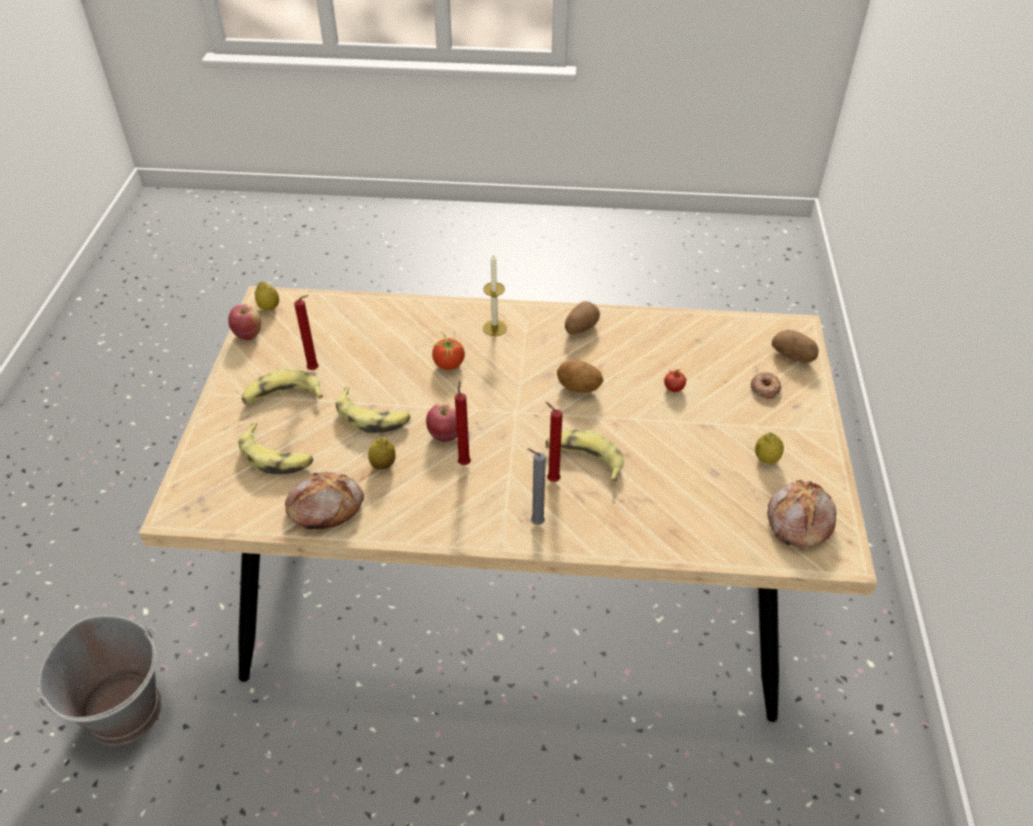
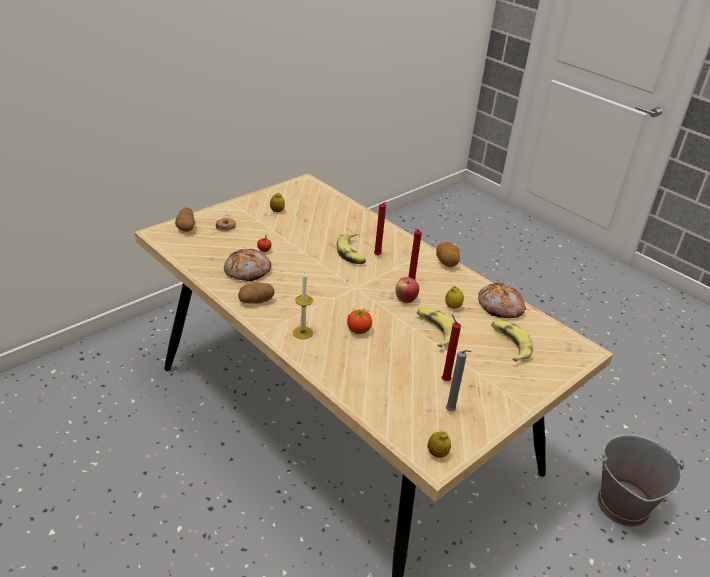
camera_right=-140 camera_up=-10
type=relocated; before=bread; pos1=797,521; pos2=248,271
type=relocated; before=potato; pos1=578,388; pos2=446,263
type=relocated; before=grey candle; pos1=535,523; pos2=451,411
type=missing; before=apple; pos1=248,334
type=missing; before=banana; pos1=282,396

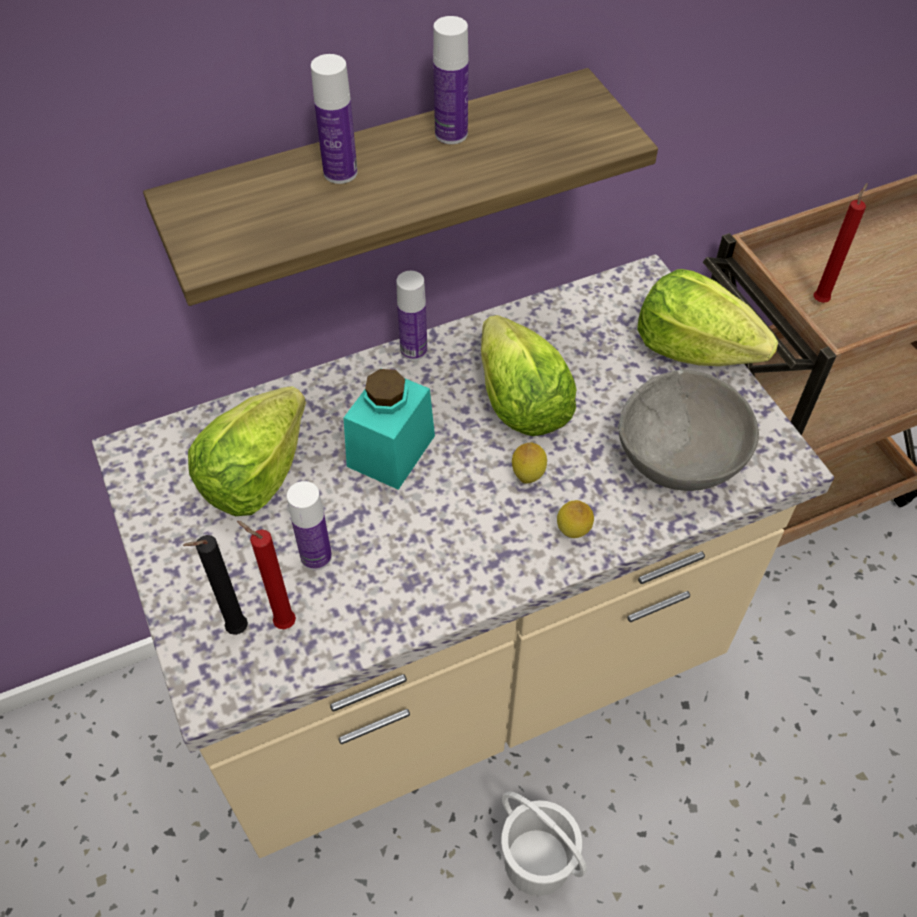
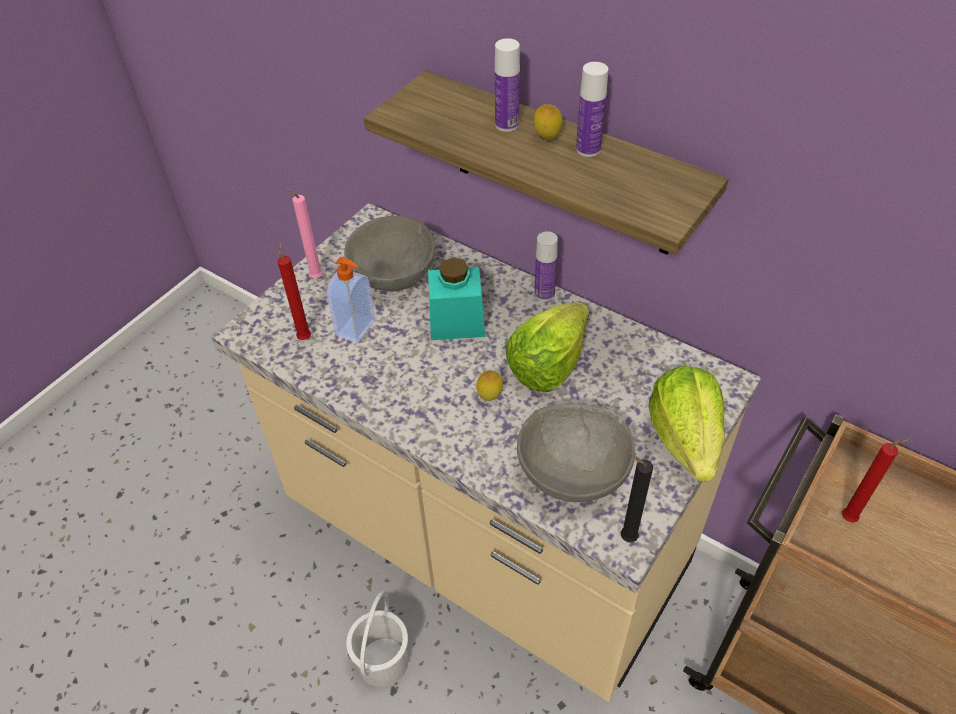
camera_right=60 camera_up=-5
type=appeared; after=pink candle; pos2=314,277
type=exchanged; before=bottle; after=soap dispenser; pos1=316,556; pos2=357,328
type=exchanged; before=lettuce; after=grey bowl; pos1=255,474; pos2=394,274
type=relocated; before=lemon; pos1=572,533; pos2=547,139
type=relocated; before=black candle; pos1=234,630; pos2=625,537

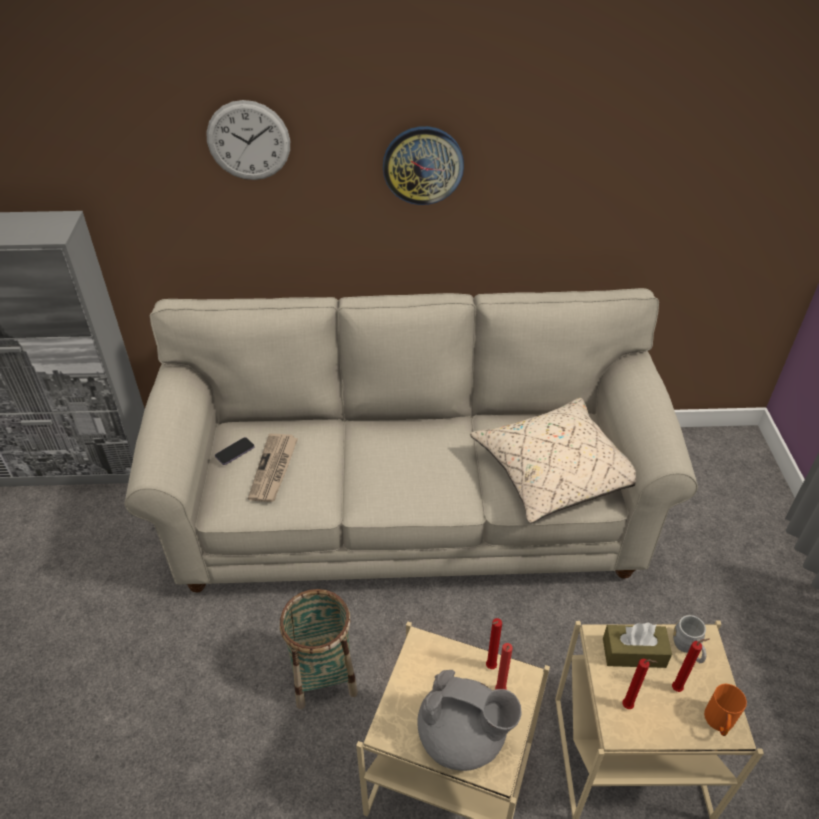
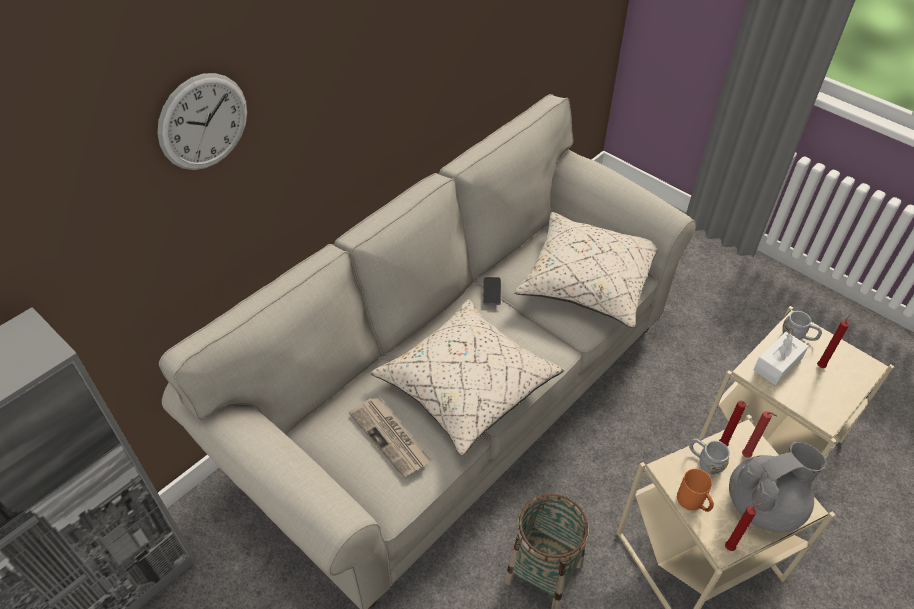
camera_right=-45 camera_up=5
type=appeared; after=beige pillow; pos2=466,385
type=relocated; before=phone; pos1=235,452; pos2=492,291
type=relocated; before=orange mug; pos1=719,723; pos2=693,503
type=appeared; after=grey mug; pos2=704,462
type=relocated; before=red candle; pos1=629,707; pos2=731,547
type=colour; before=brown tissue box; after=white tissue box; pos1=634,653; pos2=777,364
type=missing; before=wall clock; pos1=423,165

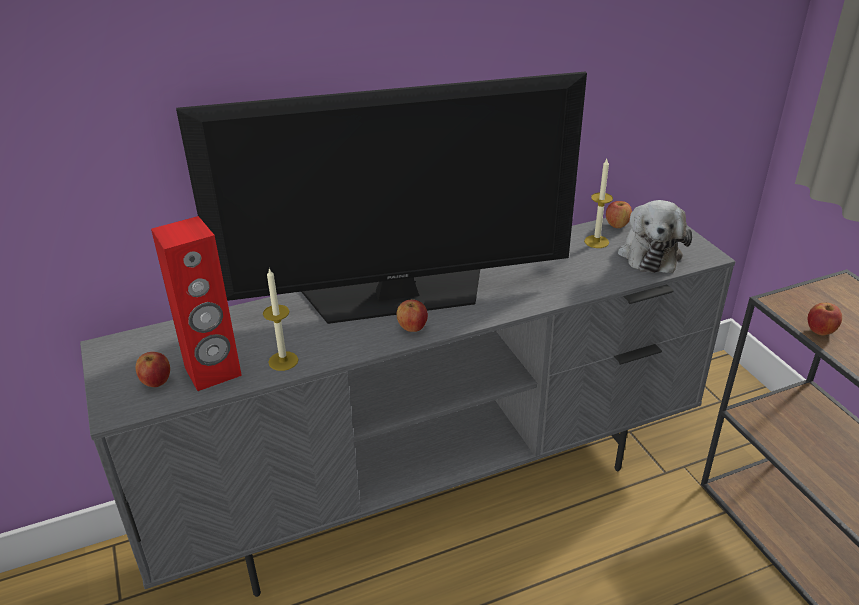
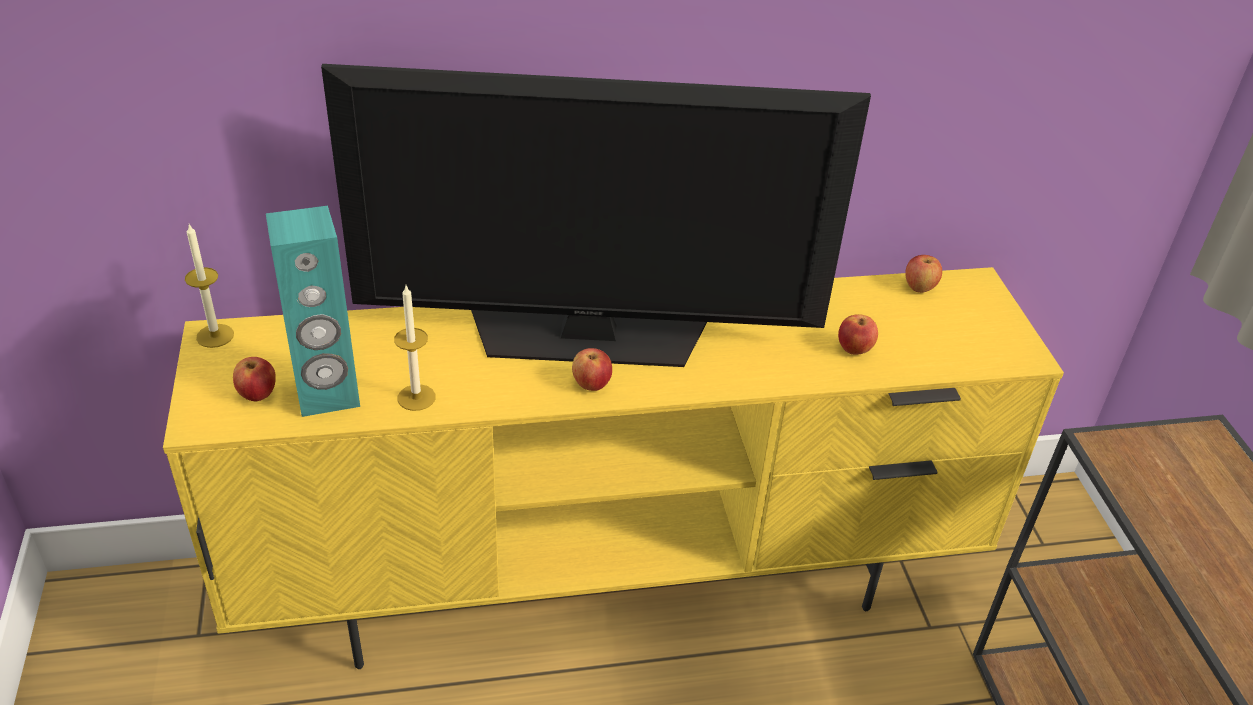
camera_right=10 camera_up=5
type=colour; before=grey tv stand; after=yellow tv stand; pos1=433,491; pos2=614,583
type=relocated; before=candle; pos1=596,241; pos2=215,336
type=colour; before=red speaker; after=turquoise speaker; pos1=213,372; pos2=328,395
type=relocated; before=apple; pos1=820,331; pos2=854,349
type=missing; before=plush toy; pos1=650,253

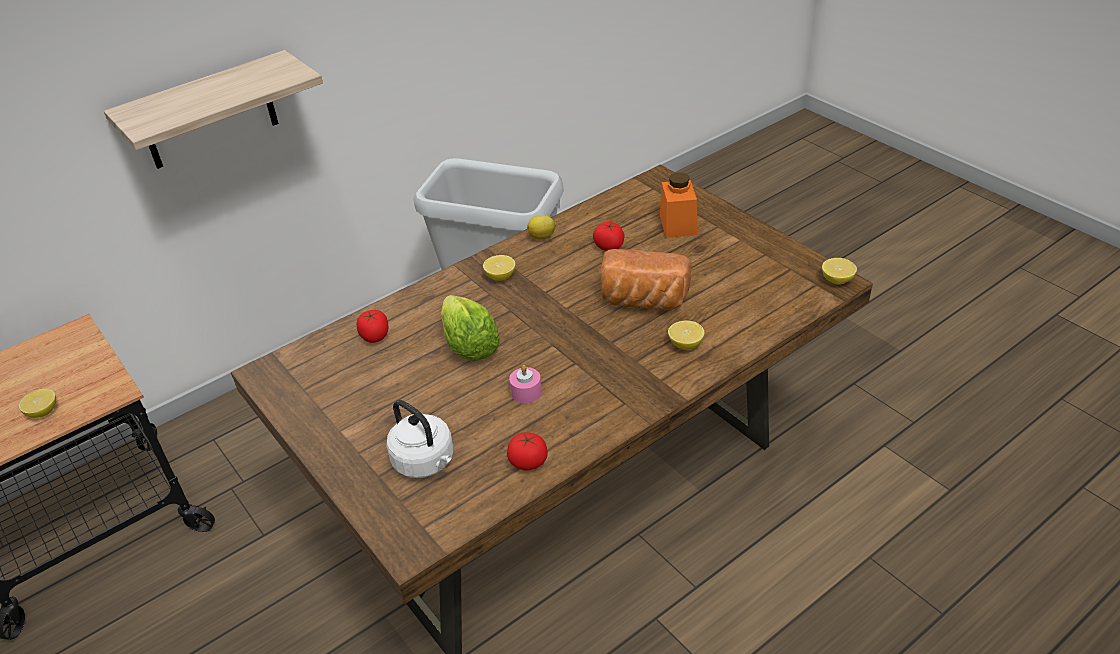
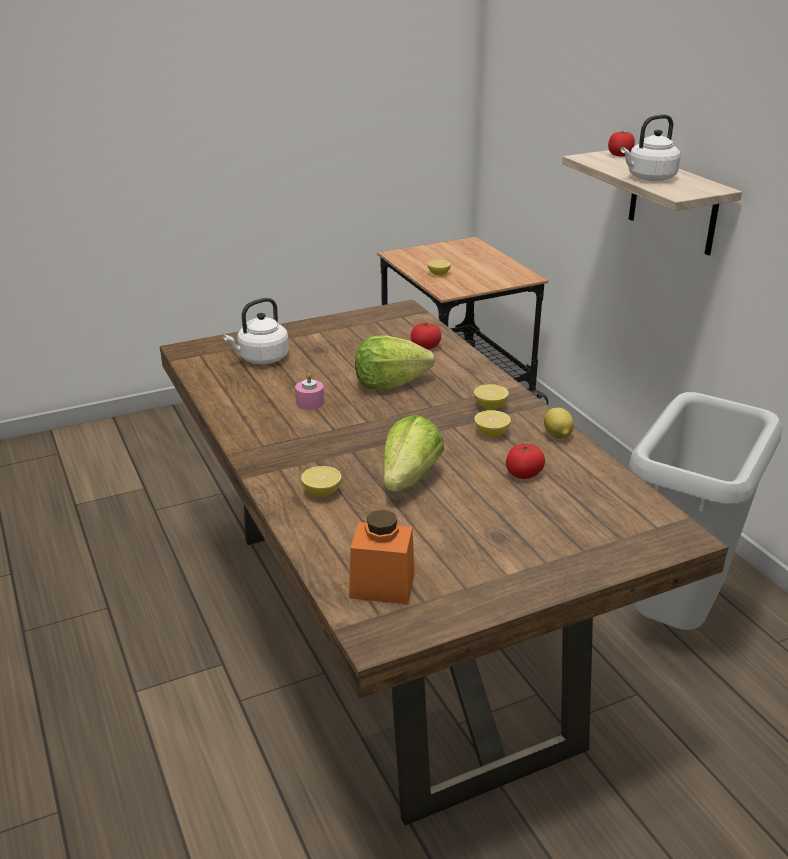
camera_right=100 camera_up=-10
type=relocated; before=orange jar; pos1=678,225; pos2=382,586
type=exchanged; before=bread; after=lettuce; pos1=643,301; pos2=409,479
type=relocated; before=lemon; pos1=837,280; pos2=491,434
type=relocated; before=tomato; pos1=528,462; pos2=620,155
type=appeared; after=white kettle; pos2=649,178

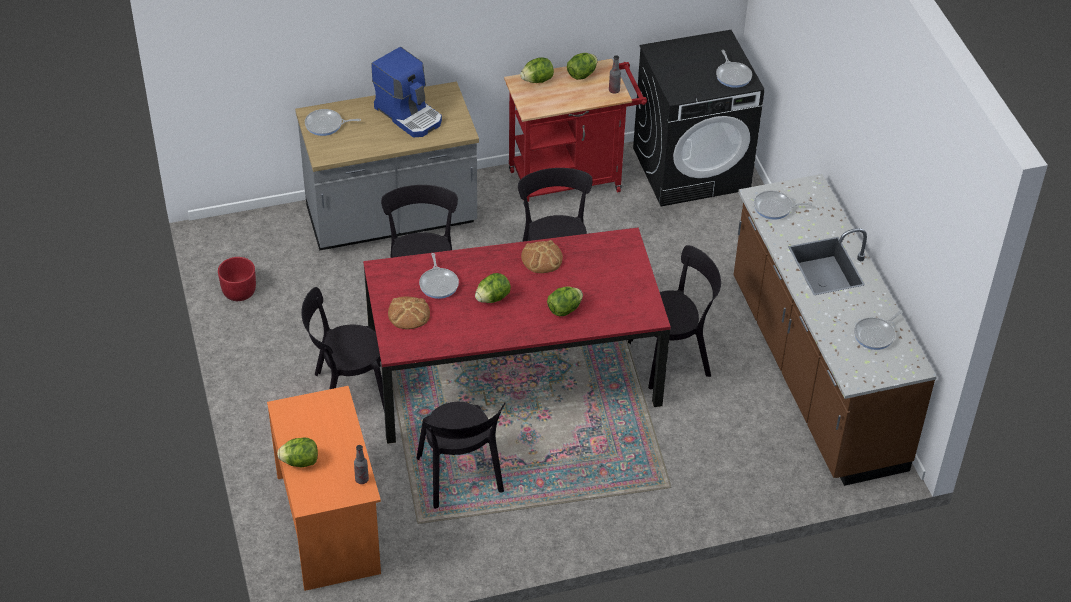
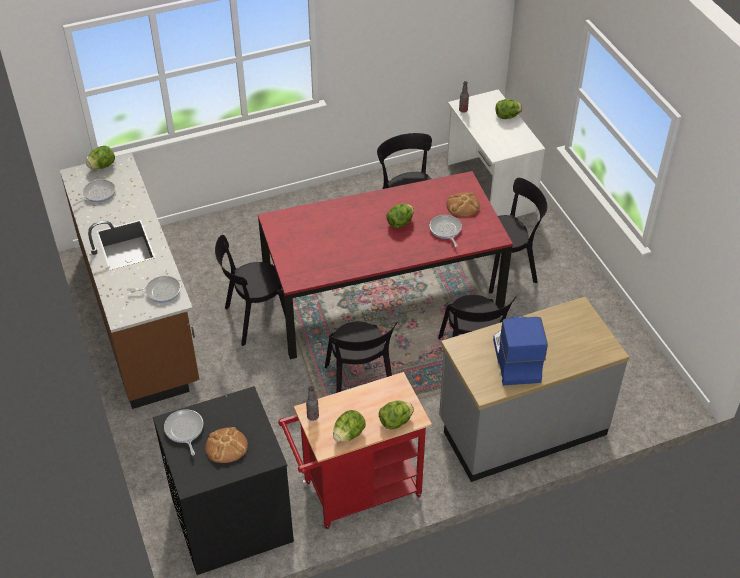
camera_right=175 camera_up=0
type=relocated; before=lettuce; pos1=564,309; pos2=102,166
type=relocated; before=bread; pos1=542,258; pos2=226,446
type=colour; before=orange desk; after=white desk; pos1=330,523; pos2=489,187
type=spun; before=coffee machine; pos1=409,114; pos2=515,360; turn=45
type=missing; before=red planter; pos1=239,291
type=missing; before=frying pan; pos1=326,125

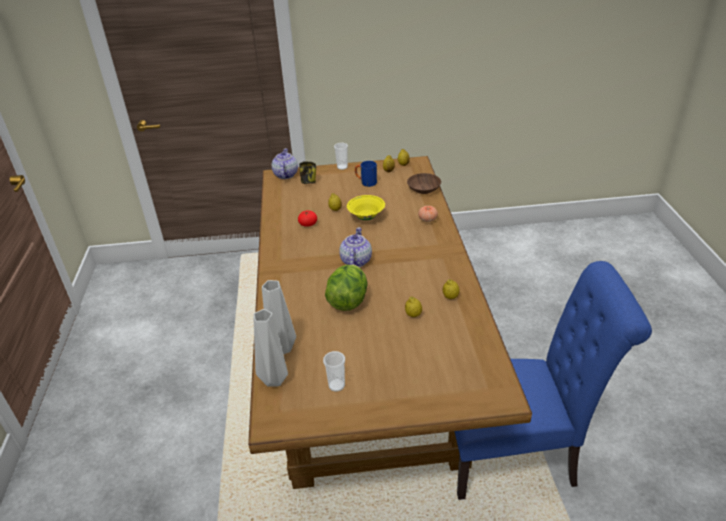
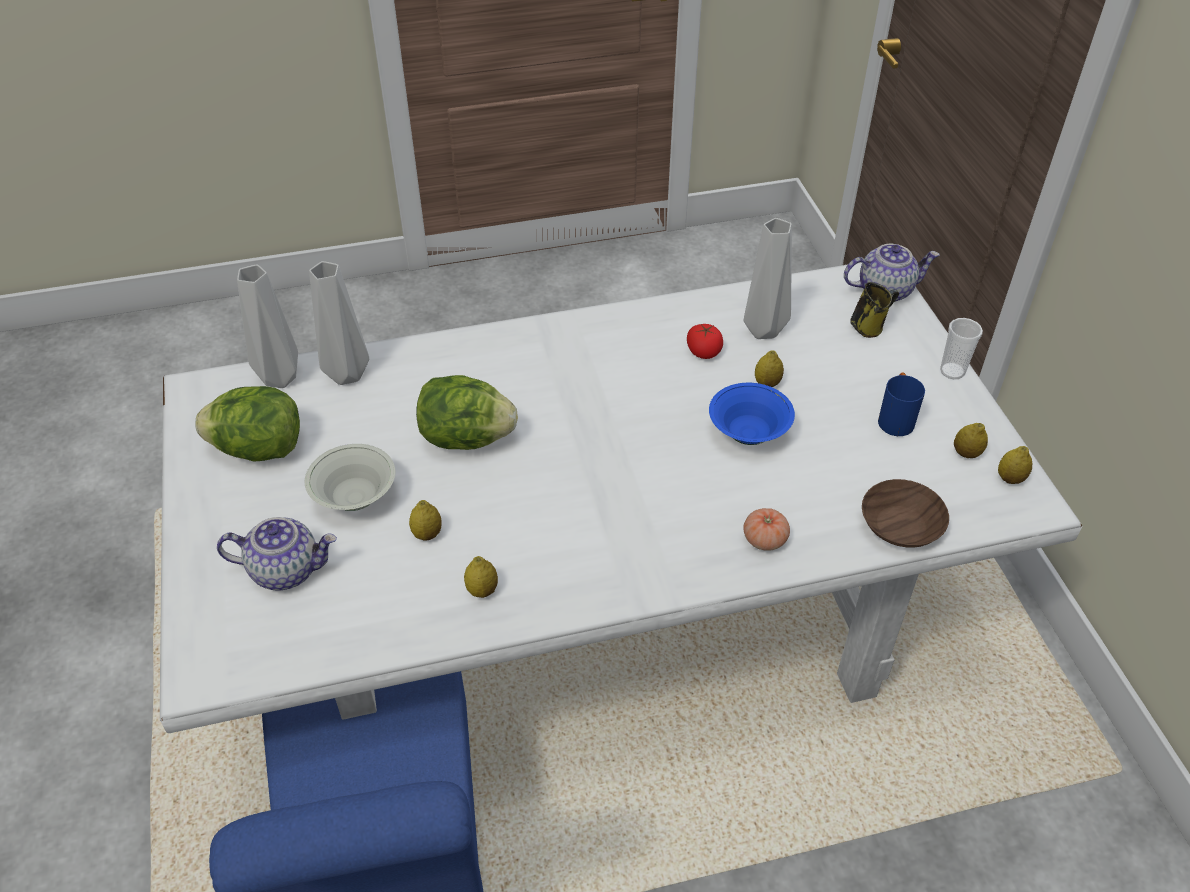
camera_right=80 camera_up=10
type=colour; before=brown dining table; after=white dining table; pos1=366,370; pos2=597,625
type=exchanged; before=cup; after=lettuce; pos1=336,385; pos2=259,449
type=relocated; before=teapot; pos1=355,261; pos2=286,569
type=appeared; after=white bowl; pos2=355,498
type=colour; before=yellow bowl; after=blue bowl; pos1=366,217; pos2=748,434
type=appeared; after=grey vase; pos2=761,331

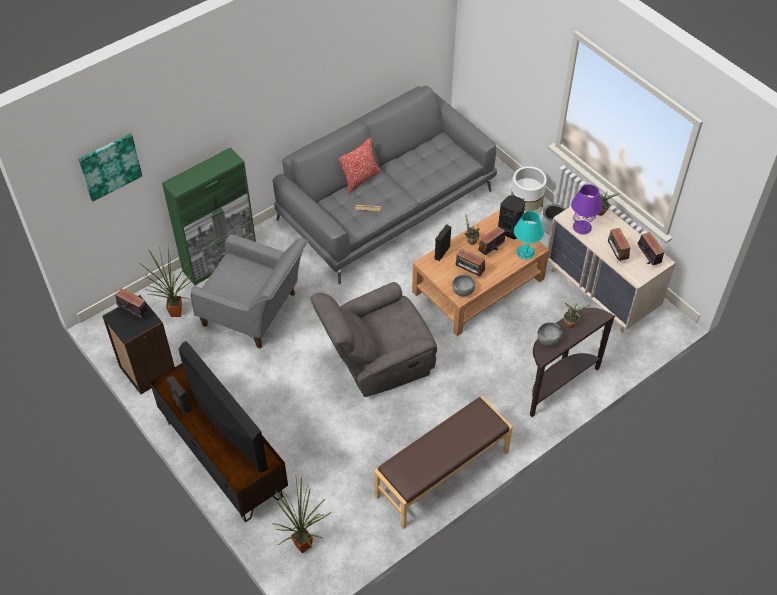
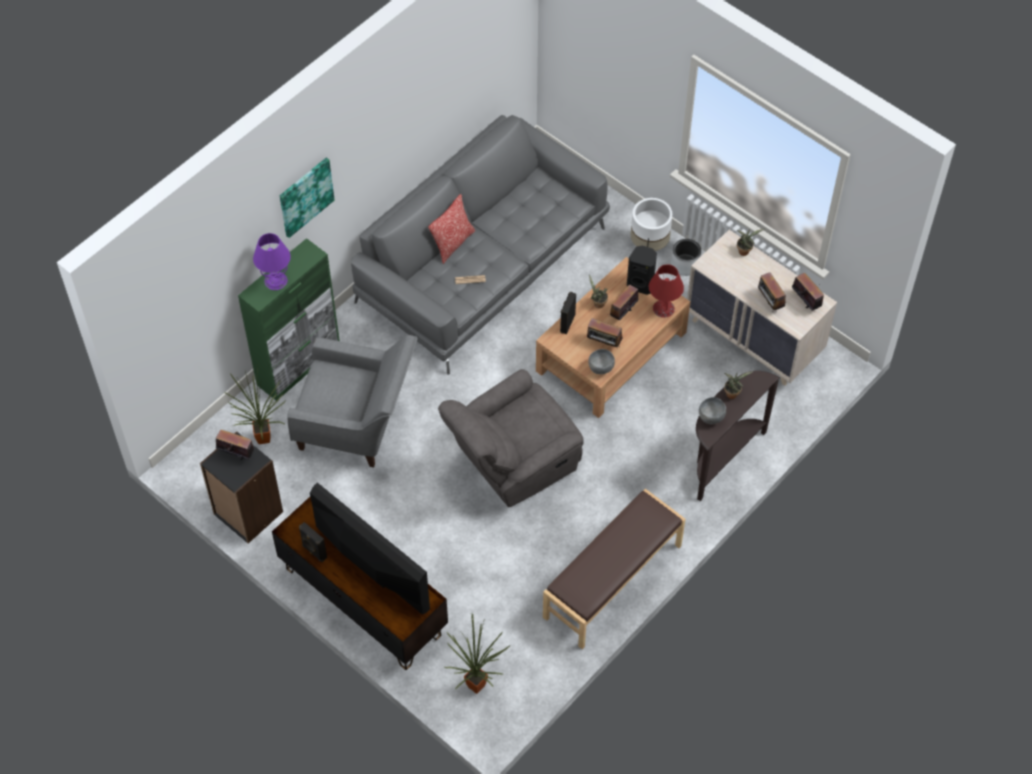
camera_right=-10 camera_up=5
type=relocated; before=purple table lamp; pos1=582,227; pos2=276,280
type=relocated; before=picture; pos1=110,166; pos2=305,196
type=colour; before=turquoise table lamp; after=red table lamp; pos1=525,252; pos2=664,308

